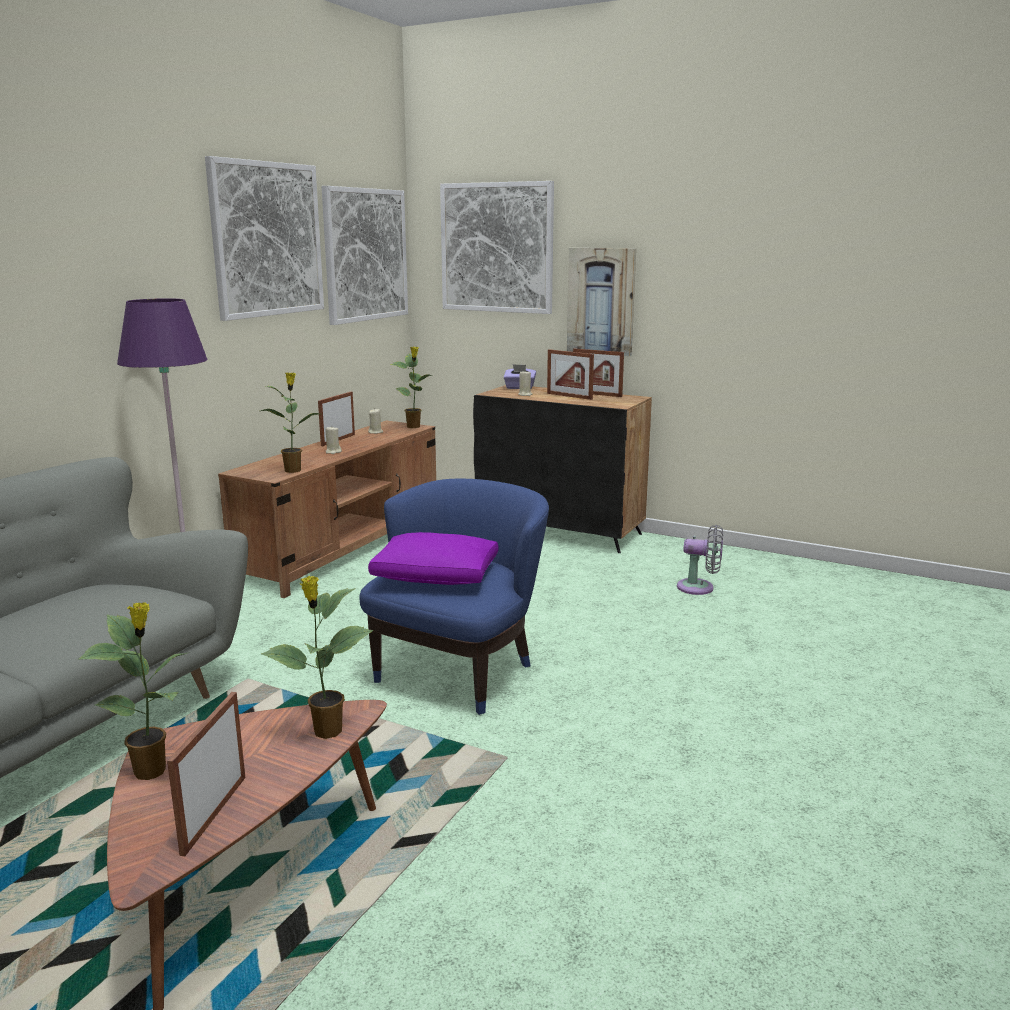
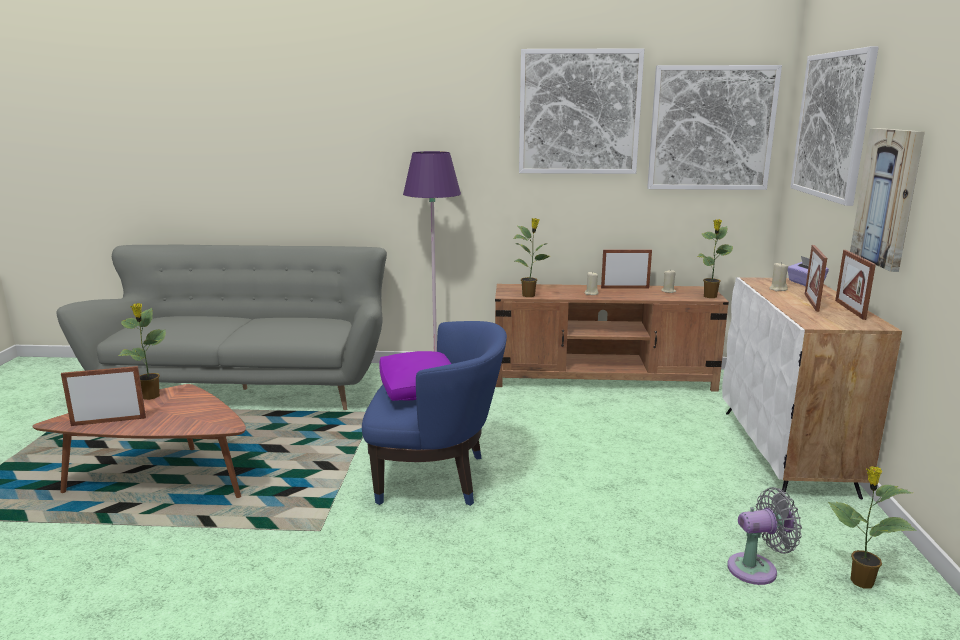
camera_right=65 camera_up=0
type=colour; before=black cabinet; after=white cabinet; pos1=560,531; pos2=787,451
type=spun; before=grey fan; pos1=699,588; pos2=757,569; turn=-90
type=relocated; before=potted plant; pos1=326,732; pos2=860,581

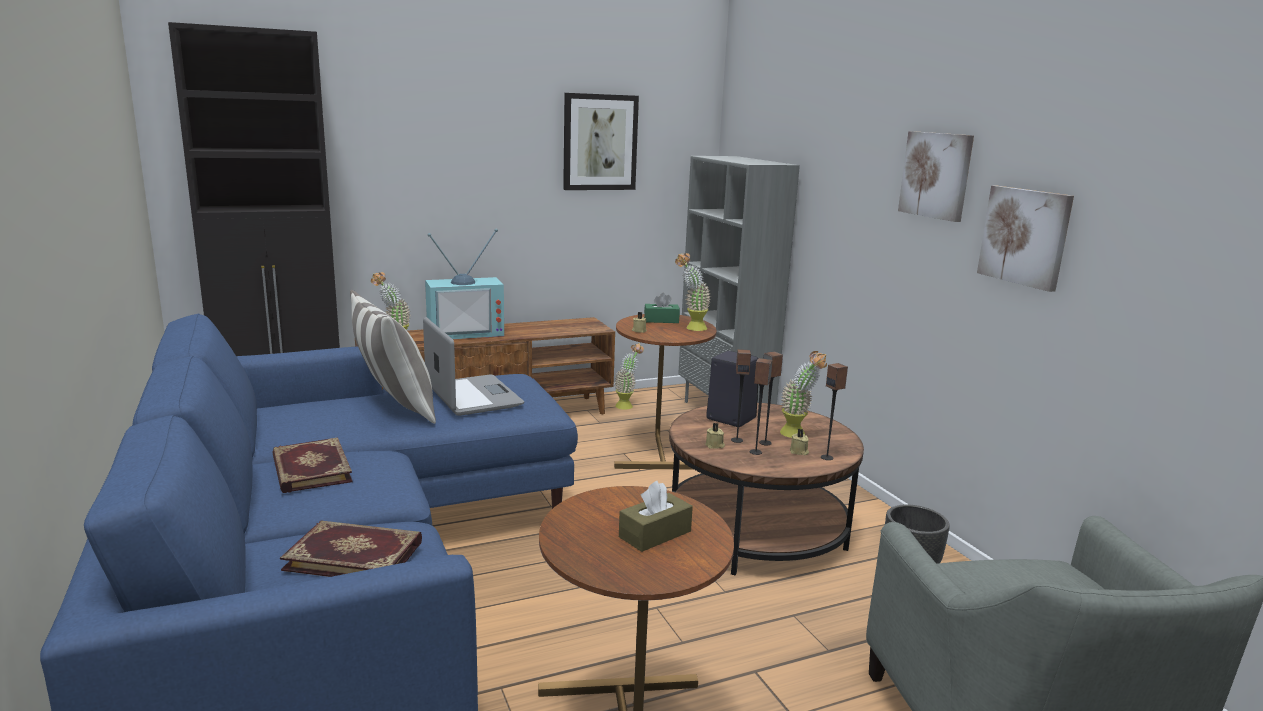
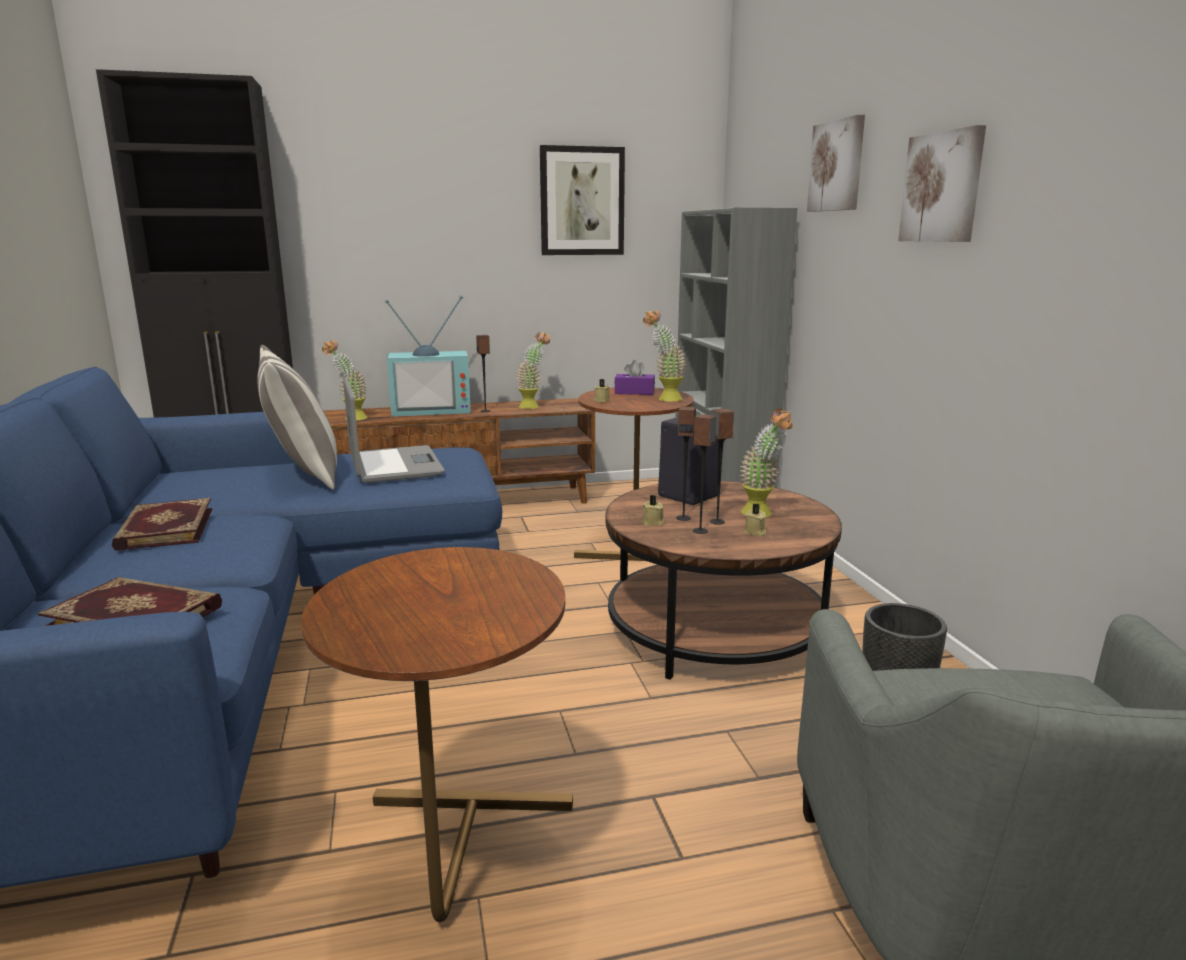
camera_right=10 camera_up=0
type=relocated; before=speaker; pos1=827,457; pos2=485,411
type=relocated; before=potted plant; pos1=627,405; pos2=533,406
type=colour; before=green tissue box; after=purple tissue box; pos1=661,320; pos2=634,392
type=relocated; before=picture; pos1=1025,236; pos2=837,166
type=missing; before=brown tissue box; pos1=655,534

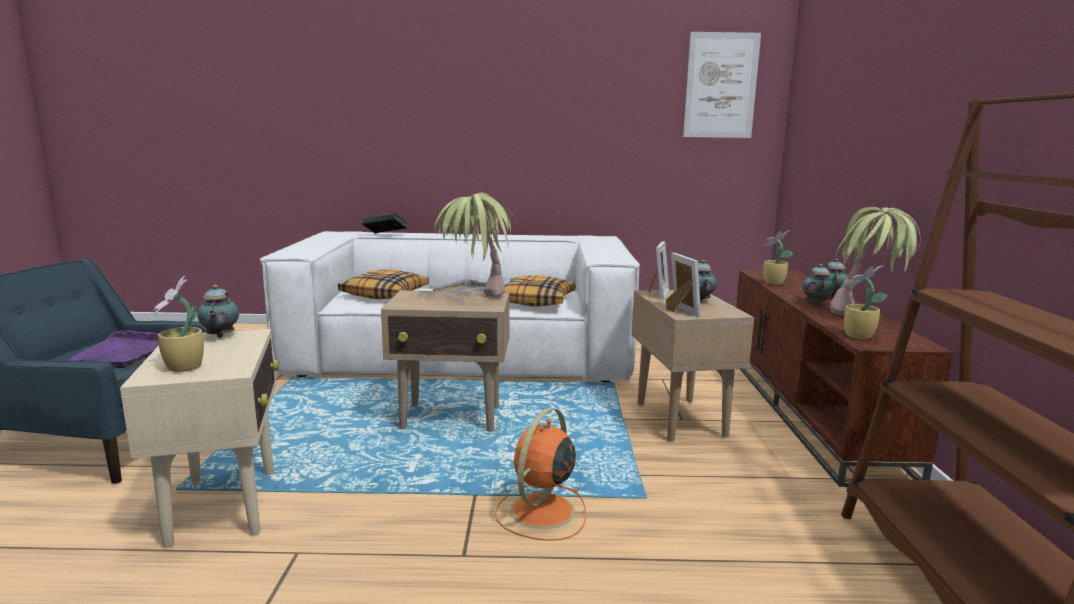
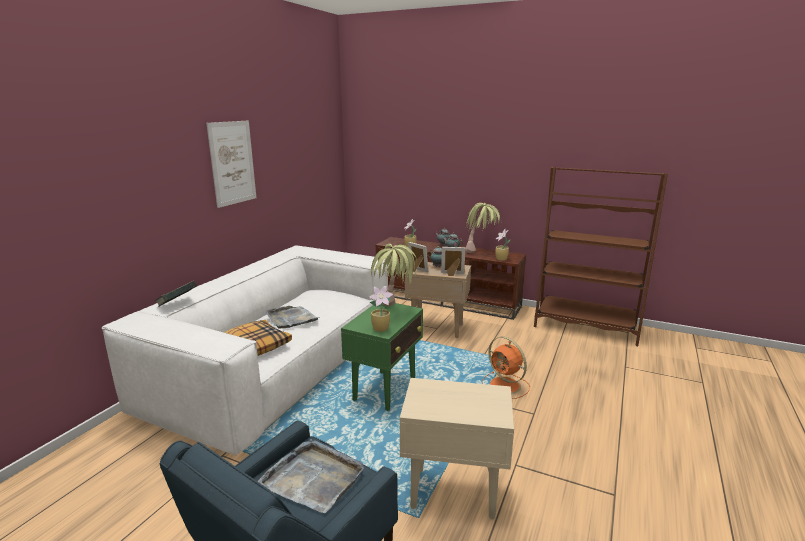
camera_right=-65 camera_up=5
type=relocated; before=picture; pos1=721,86; pos2=232,163
type=colour; before=purple tray; after=grey tray; pos1=124,353; pos2=314,478
type=colour; before=beige side table; after=green side table; pos1=452,418; pos2=385,390
type=relocated; before=potted plant; pos1=183,368; pos2=381,329
type=missing; before=teapot; pos1=220,337
type=missing; before=pillow; pos1=535,301

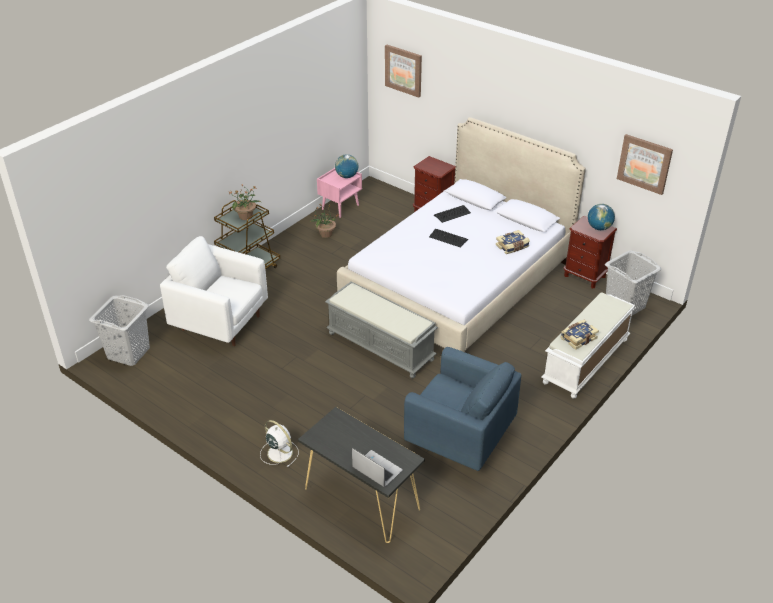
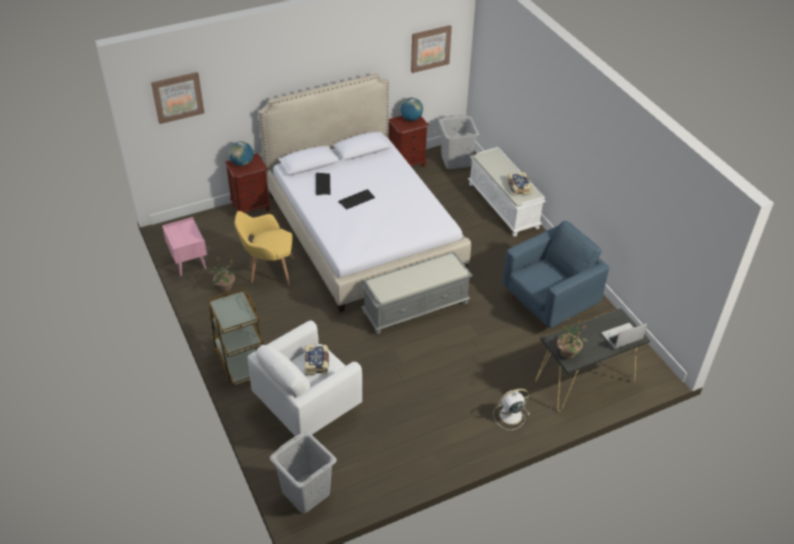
camera_right=-65 camera_up=5
type=relocated; before=globe; pos1=347,176; pos2=242,163
type=appeared; after=yellow armchair; pos2=268,271
type=relocated; before=book; pos1=512,247; pos2=317,363
type=relocated; before=potted plant; pos1=246,216; pos2=568,352

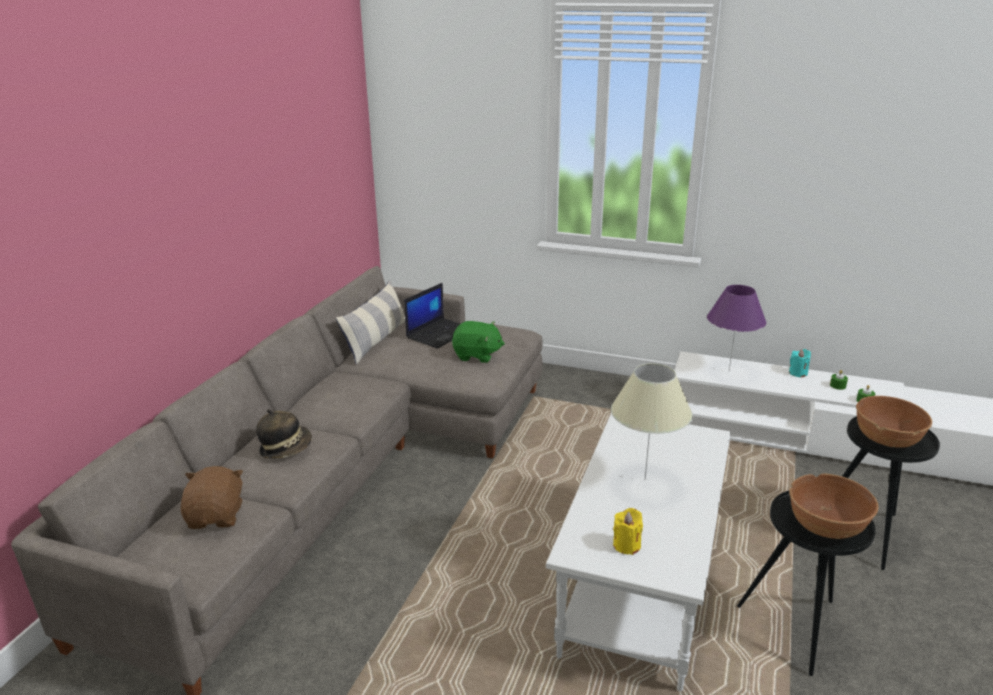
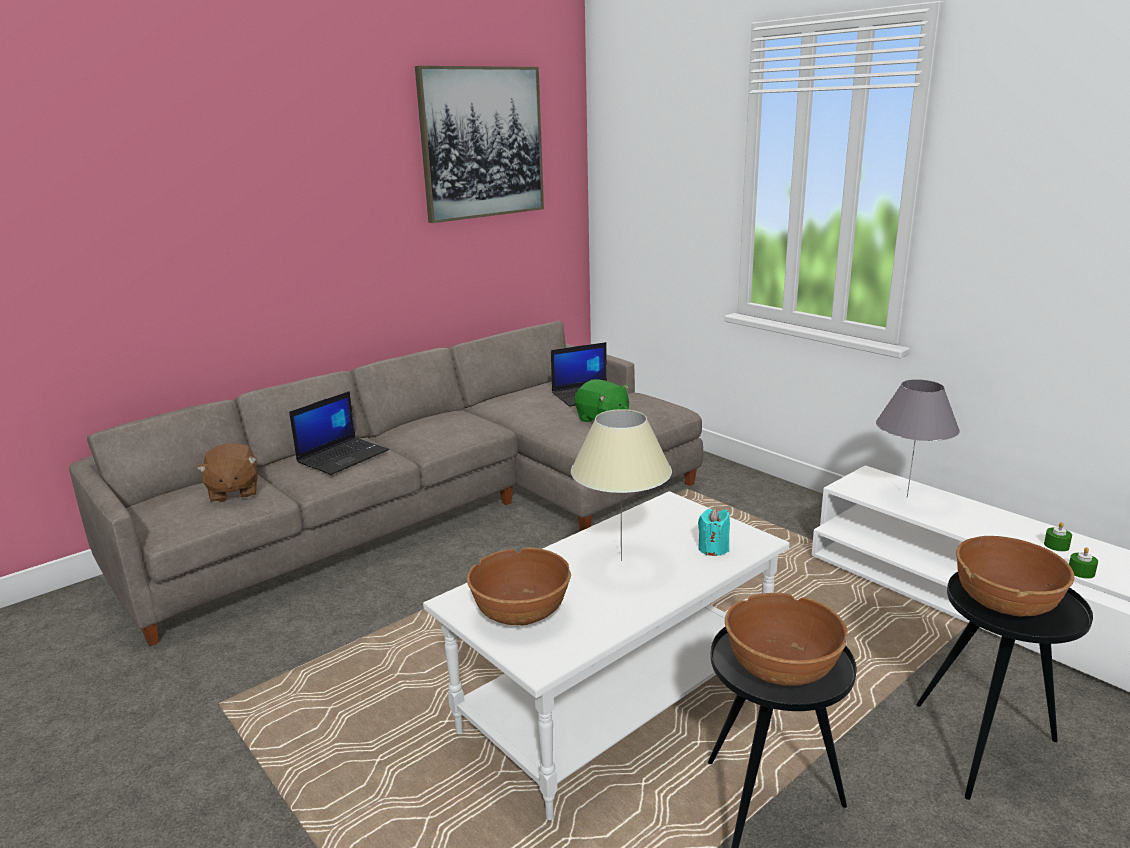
camera_right=30 camera_up=-5
type=spun; before=brown plush toy; pos1=217,516; pos2=233,492; turn=135
type=exchanged; before=hat; after=laptop; pos1=286,448; pos2=343,456
type=appeared; after=picture; pos2=482,143
type=exchanged; before=yellow candle; after=brown bowl; pos1=626,545; pos2=521,612
type=relocated; before=turquoise candle; pos1=798,373; pos2=713,548
type=colour; before=purple table lamp; after=grey table lamp; pos1=728,371; pos2=906,497
type=missing; before=pillow; pos1=376,340

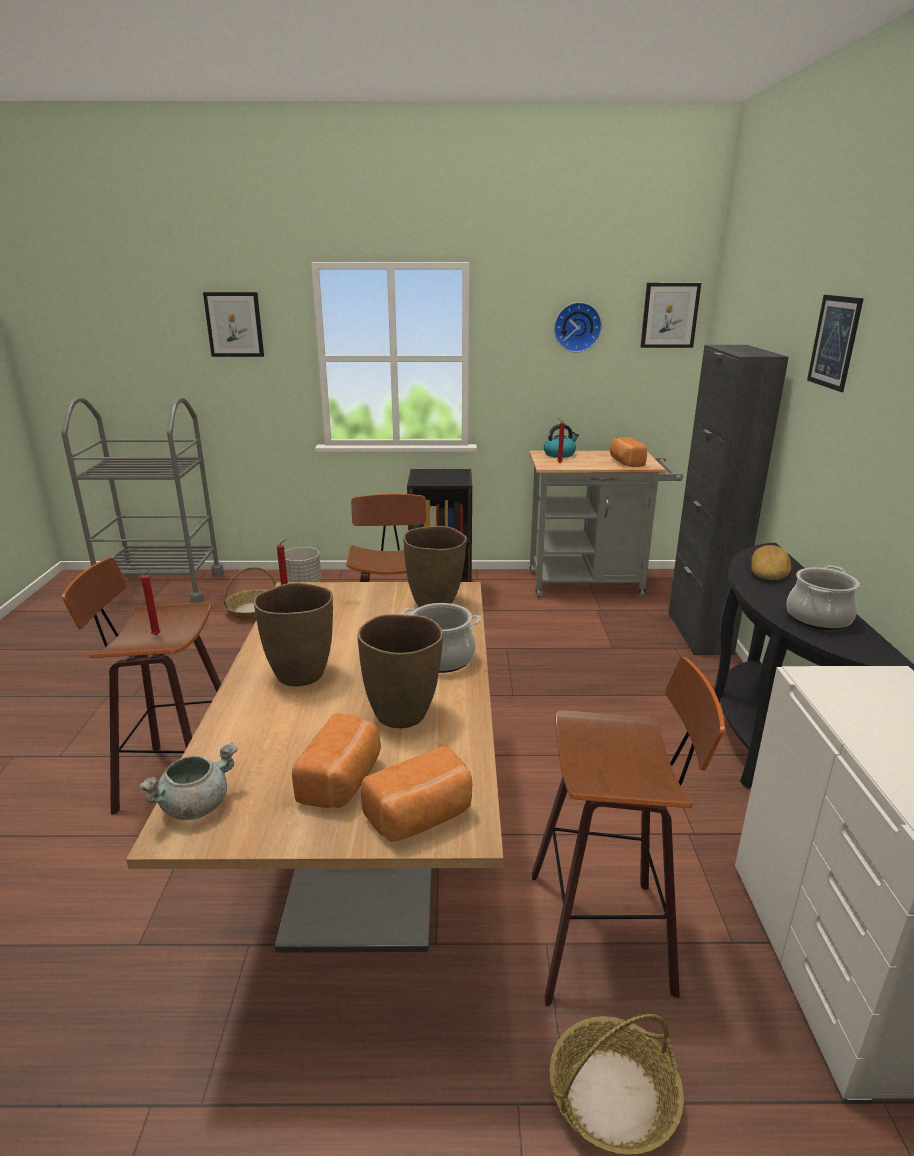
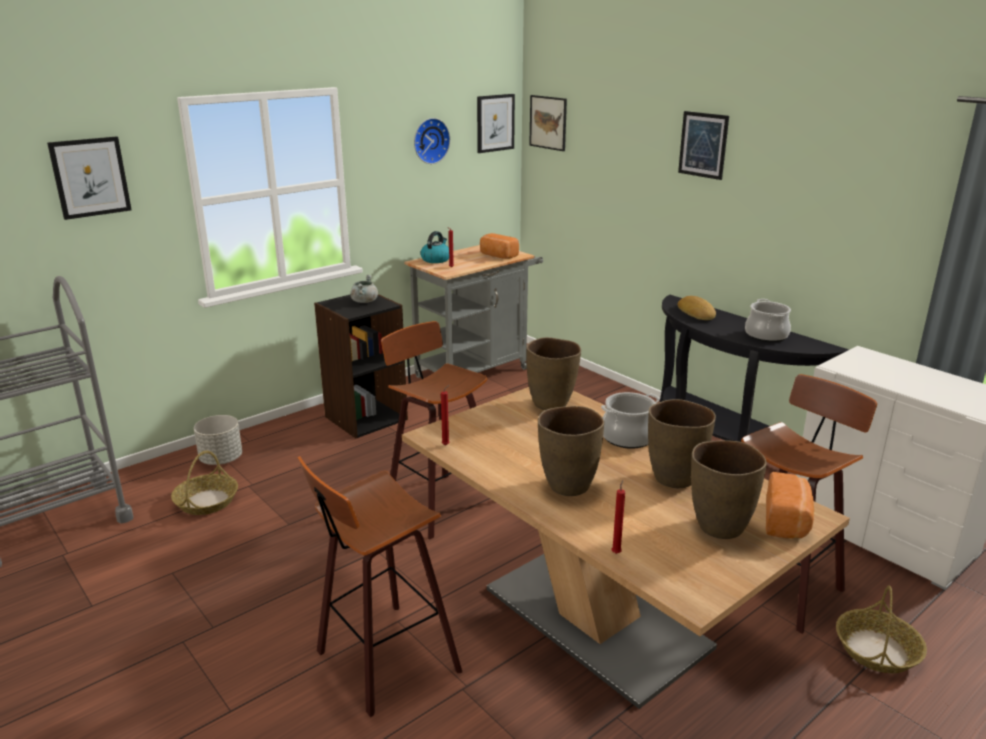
camera_right=-40 camera_up=0
type=relocated; before=grey cooking pot; pos1=196,805; pos2=364,301
type=appeared; after=picture; pos2=548,122
type=relocated; before=red candle; pos1=158,635; pos2=616,552
type=exchanged; before=bread; after=brown vase; pos1=343,781; pos2=719,527
type=missing; before=black cabinet; pos1=699,633

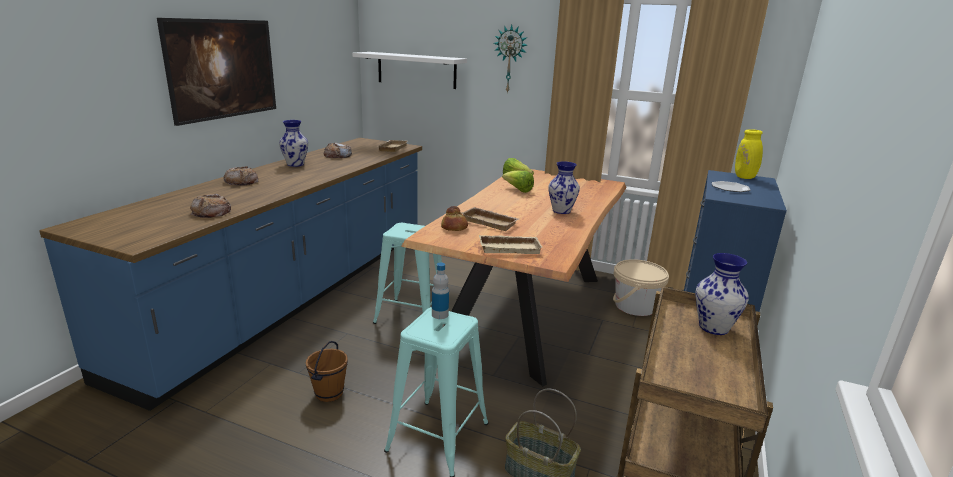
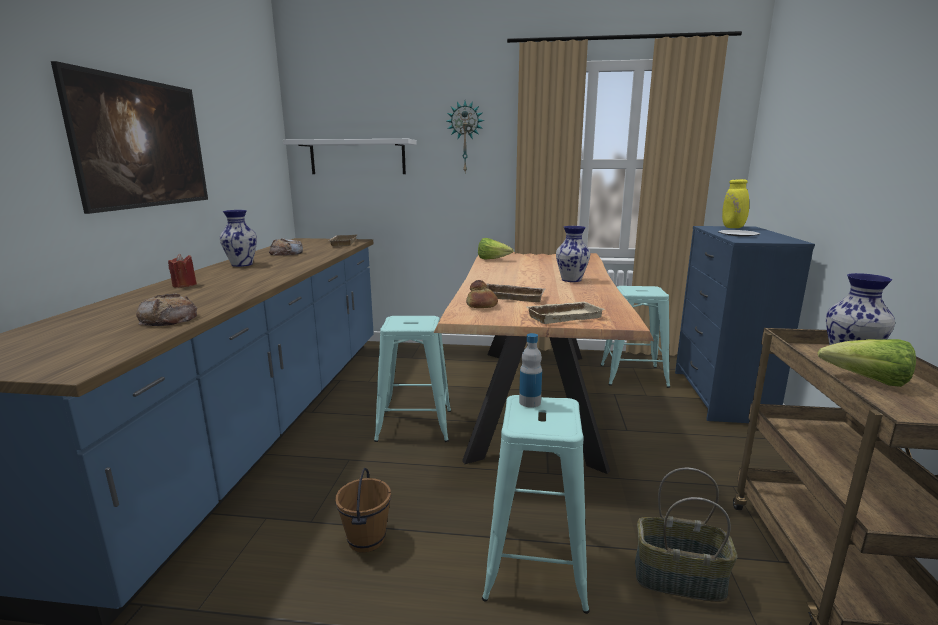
camera_right=-15 camera_up=-5
type=exchanged; before=bread; after=red candle; pos1=241,181; pos2=184,285
type=exchanged; before=beige bucket; after=turquoise stool; pos1=635,306; pos2=633,376
type=relocated; before=lettuce; pos1=518,190; pos2=867,381

